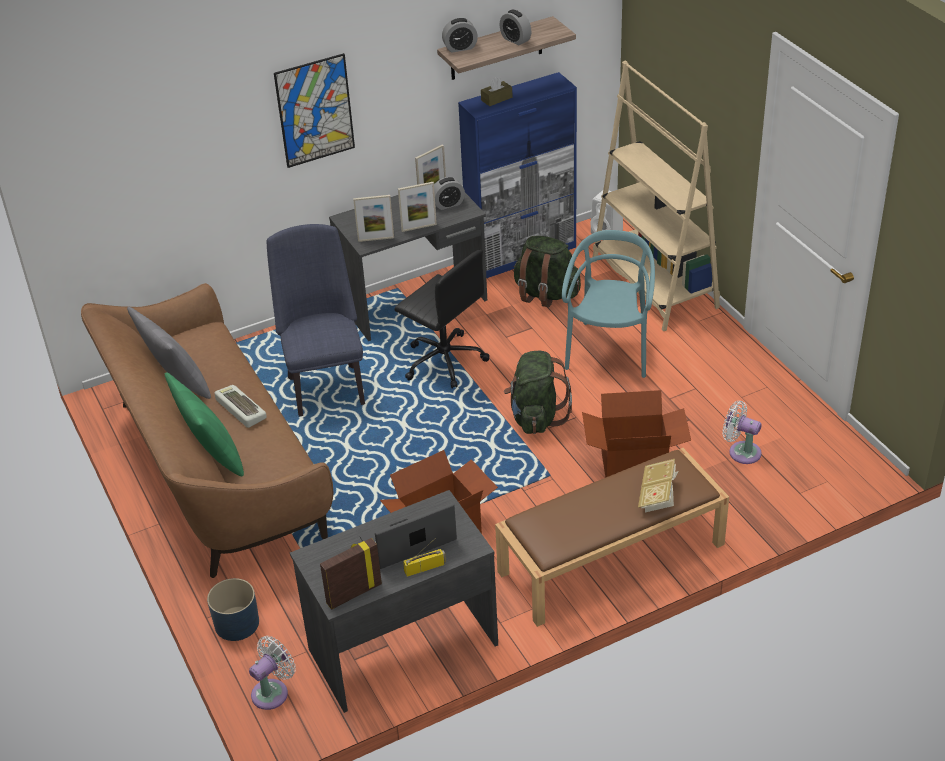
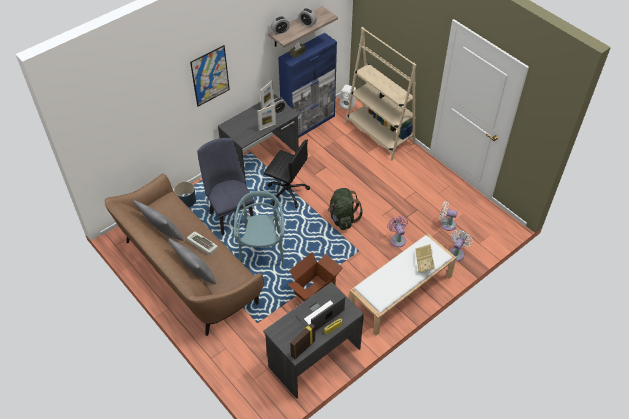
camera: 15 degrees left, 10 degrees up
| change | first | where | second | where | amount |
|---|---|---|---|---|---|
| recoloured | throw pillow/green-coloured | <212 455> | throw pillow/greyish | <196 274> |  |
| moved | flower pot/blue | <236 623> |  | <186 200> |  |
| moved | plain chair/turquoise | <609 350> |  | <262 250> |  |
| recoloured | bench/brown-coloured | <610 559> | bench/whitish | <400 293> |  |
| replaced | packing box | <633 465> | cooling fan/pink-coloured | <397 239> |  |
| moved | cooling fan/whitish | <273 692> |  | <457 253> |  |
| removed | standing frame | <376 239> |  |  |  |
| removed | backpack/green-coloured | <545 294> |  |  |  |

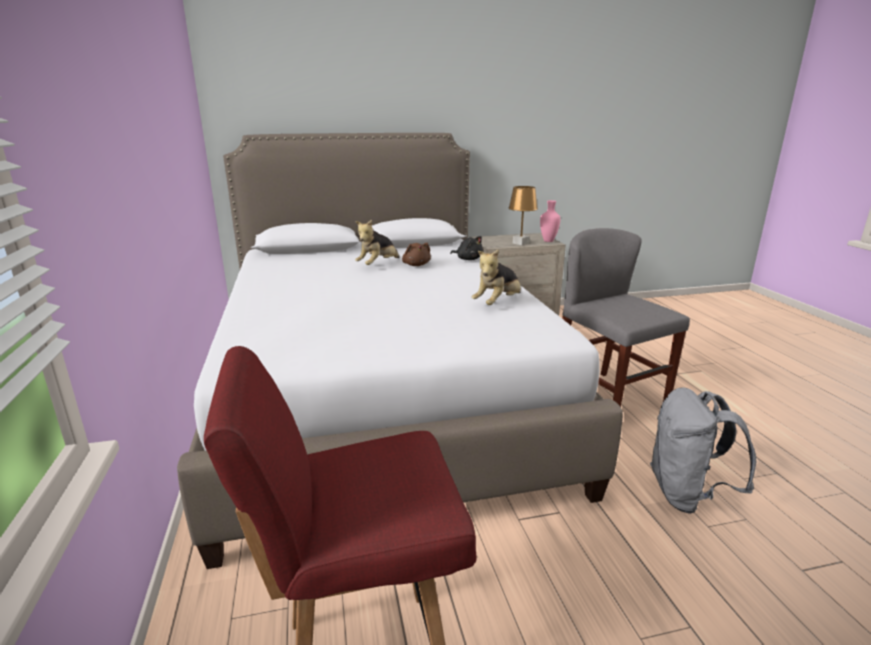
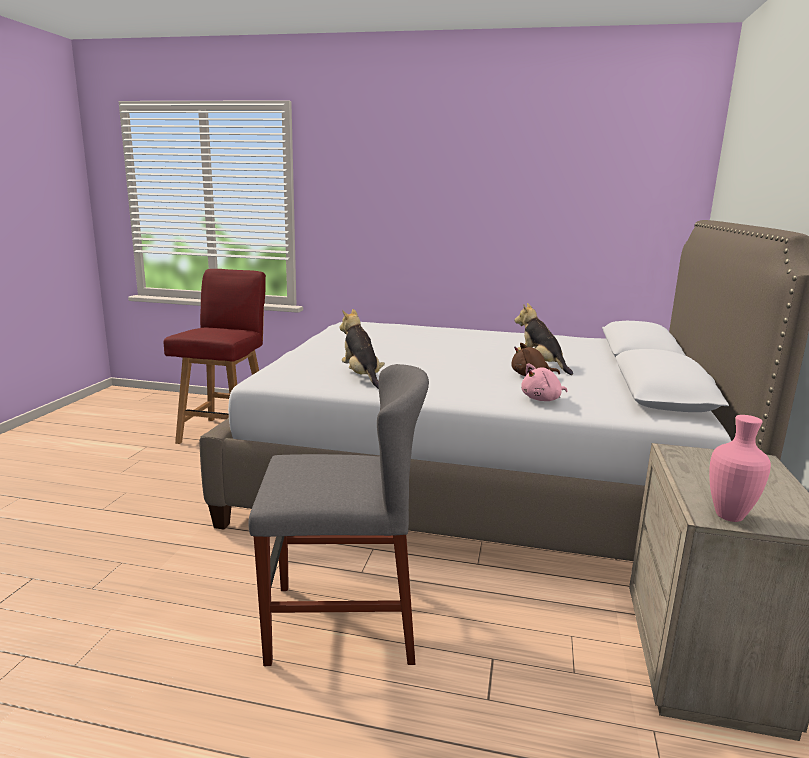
camera: 115 degrees right, 5 degrees down
| change | first | where | second | where | amount |
|---|---|---|---|---|---|
| recoloured | plush toy/black | <468 259> | plush toy/pink-coloured | <542 399> |  |
| removed | table lamp/brown-coloured | <520 243> |  |  |  |
| removed | backpack/greyish | <687 495> |  |  |  |

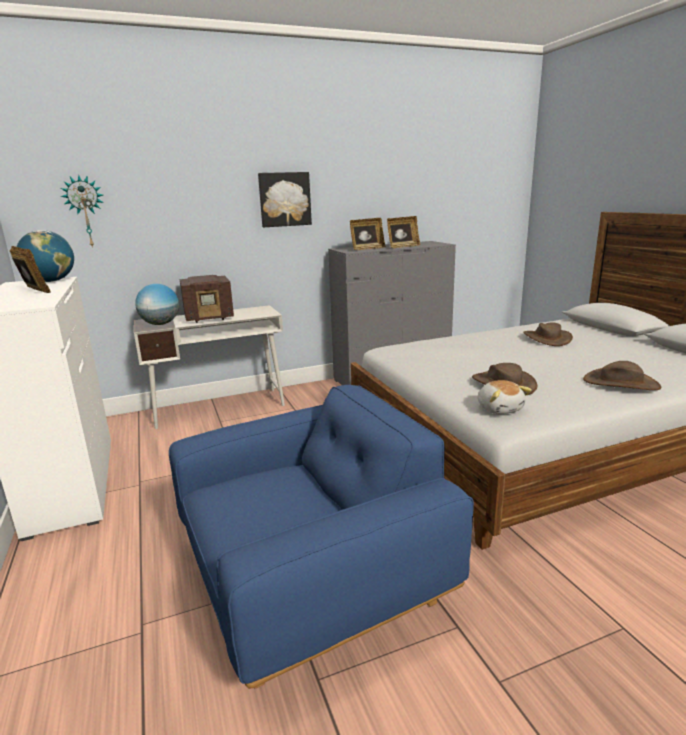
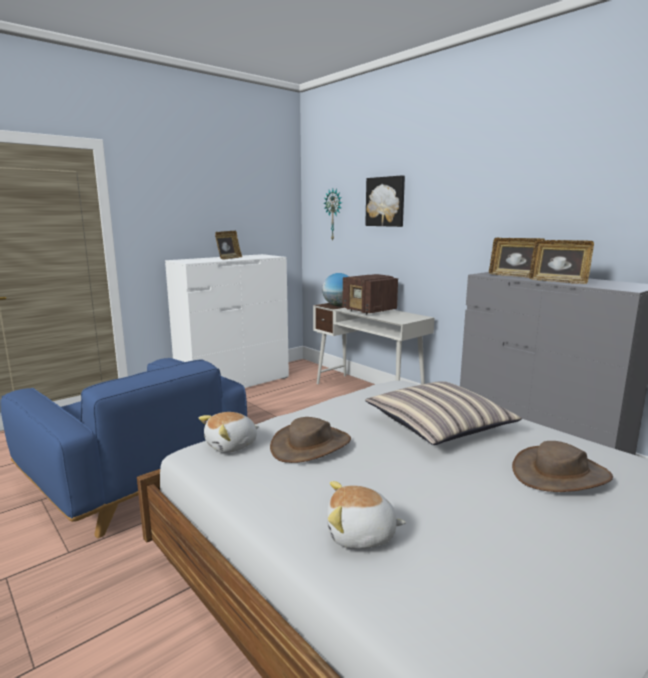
camera: 70 degrees right, 5 degrees down
| change | first | where | second | where | amount |
|---|---|---|---|---|---|
| replaced | hat/brown-coloured | <621 383> | plush toy | <361 535> |  |
| moved | wall art | <284 199> |  | <386 201> |  |
| added |  |  | throw pillow | <438 425> |  |
| removed | world globe | <51 281> |  |  |  |

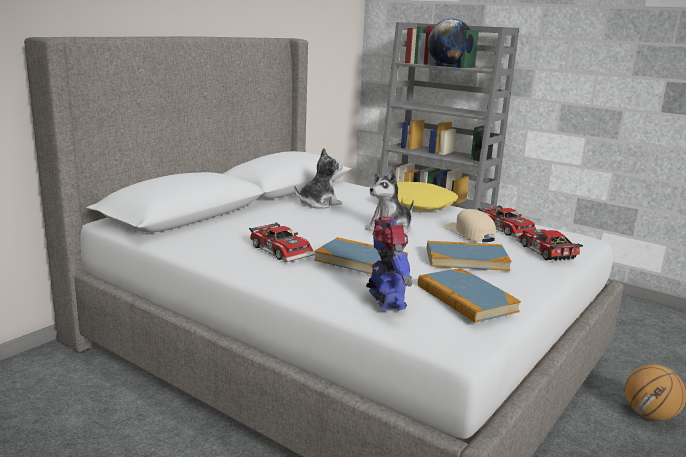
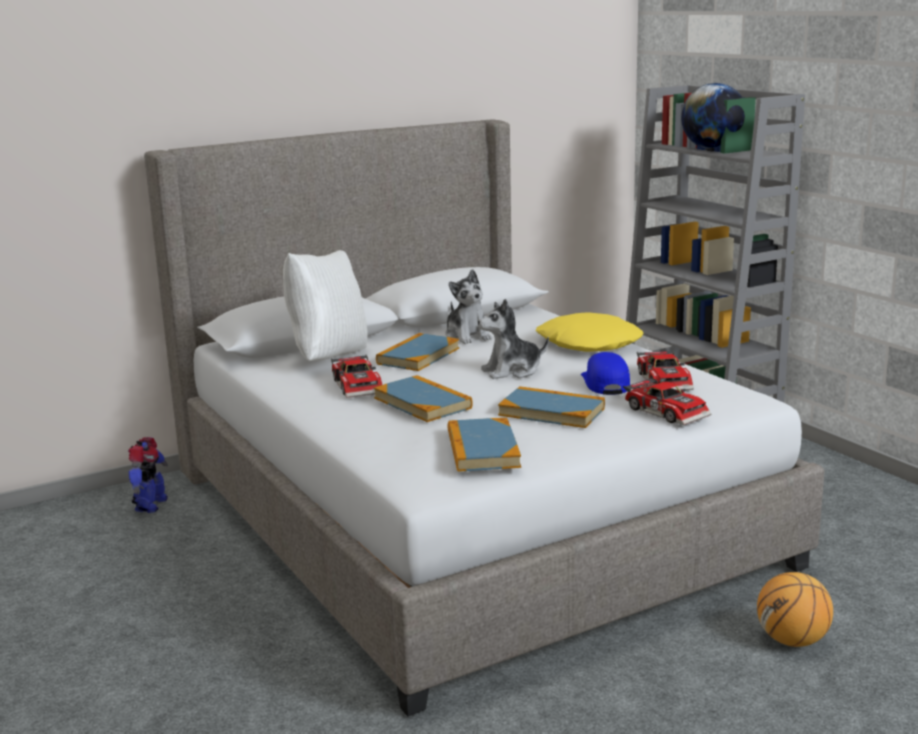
camera: 25 degrees right, 0 degrees up
| change | first | where | second | where | amount |
|---|---|---|---|---|---|
| moved | model robot | <386 301> |  | <150 505> |  |
| added |  |  | throw pillow/whitish | <327 357> |  |
| added |  |  | bound book | <418 356> |  |
| turned | plush toy | <318 204> |  | <467 336> | 75 degrees clockwise |
| recoloured | cap/beige-coloured | <469 233> | cap/blue | <605 383> |  |
| turned | model car | <545 251> |  | <668 411> | 135 degrees clockwise |

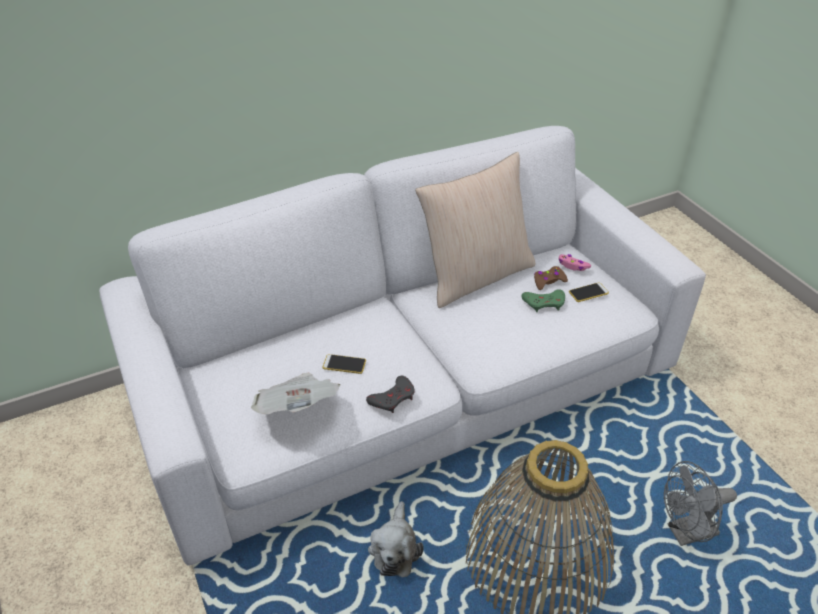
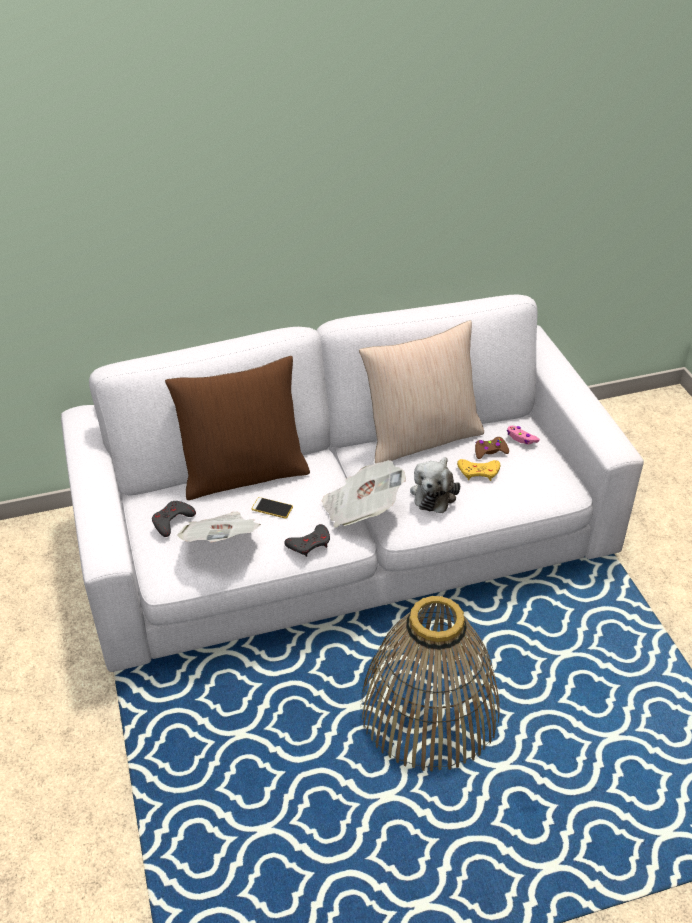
camera: 10 degrees right, 0 degrees up
| change | first | where | second | where | amount |
|---|---|---|---|---|---|
| added |  |  | joypad/greyish | <172 520> |  |
| added |  |  | throw pillow/brown-coloured | <244 473> |  |
| added |  |  | newspaper | <361 509> |  |
| moved | plush toy | <395 549> |  | <434 492> |  |
| recoloured | joypad/green-coloured | <544 303> | joypad/yellowish | <478 472> |  |
| removed | handset | <588 292> |  |  |  |
| removed | cooling fan/greyish | <685 533> |  |  |  |

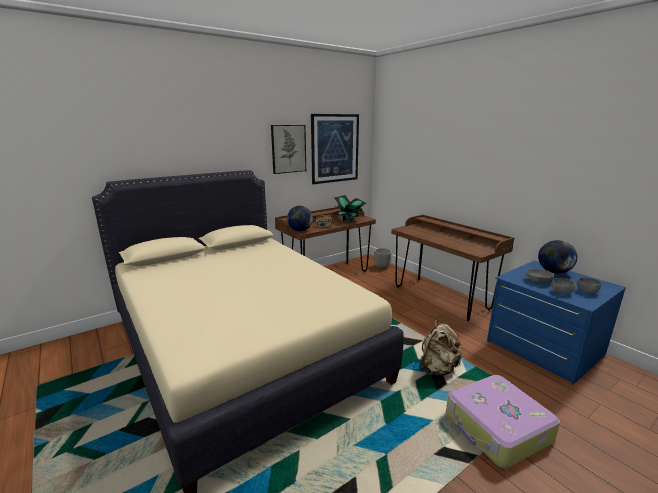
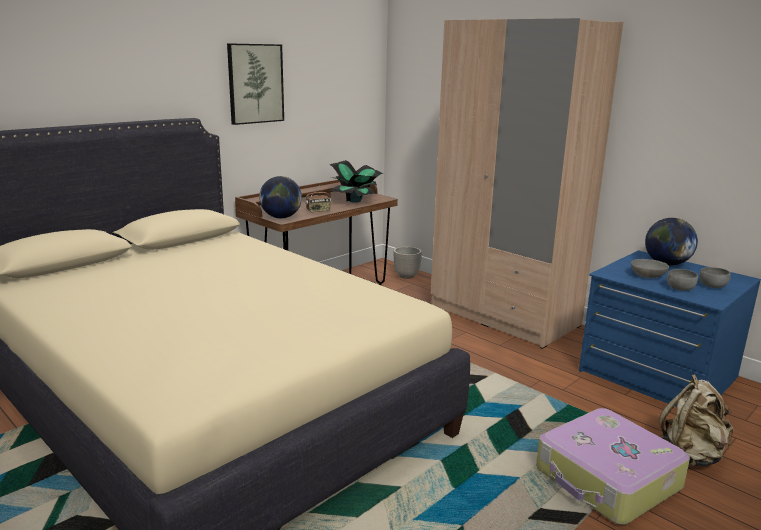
camera: 10 degrees left, 0 degrees up
| change | first | where | second | where | amount |
|---|---|---|---|---|---|
| replaced | desk table/brown-coloured | <440 297> | clothes cupboard/beige-coloured | <504 316> |  |
| moved | backpack/beige-coloured | <437 369> |  | <691 456> |  |
| removed | wall art | <335 148> |  |  |  |

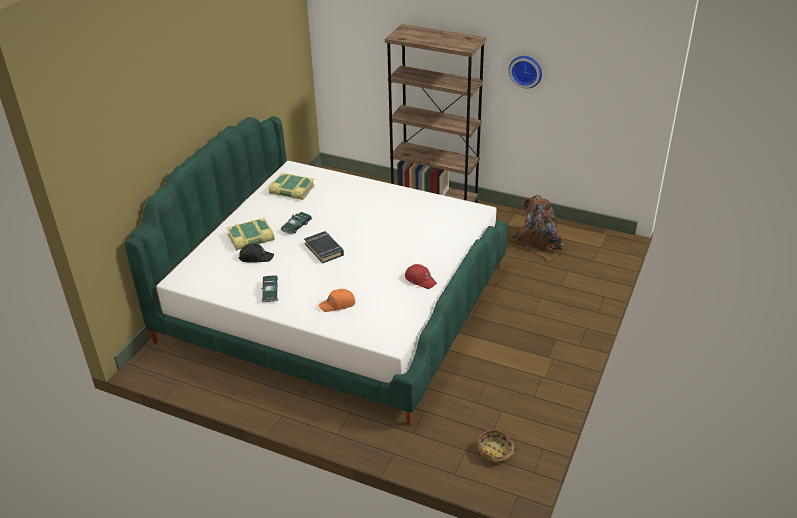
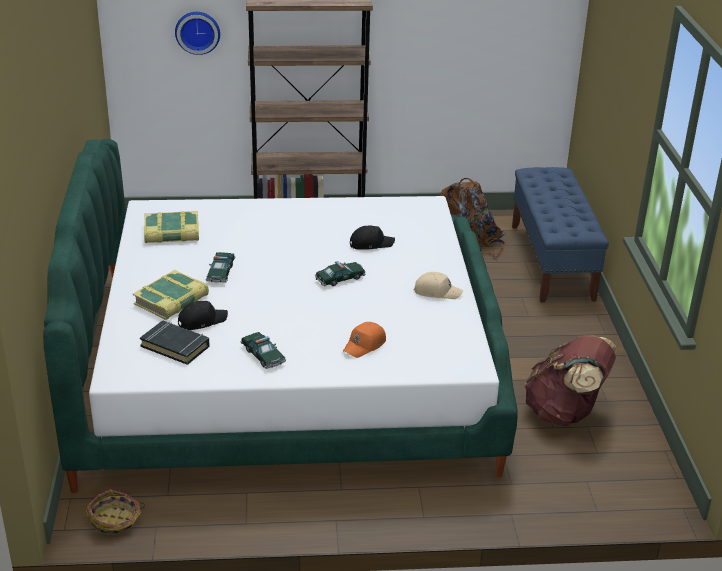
camera: 30 degrees left, 5 degrees down
| change | first | where | second | where | amount |
|---|---|---|---|---|---|
| moved | household basket | <495 452> |  | <115 520> |  |
| moved | bound book/black | <324 249> |  | <175 346> |  |
| moved | hanging clock | <526 70> |  | <197 31> |  |
| added |  |  | model car | <340 279> |  |
| added |  |  | cap/black | <370 243> |  |
| recoloured | cap/red | <420 279> | cap/beige-coloured | <437 291> |  |
| added |  |  | bench/blue | <552 262> |  |
| added |  |  | backpack/brown-coloured | <565 413> |  |

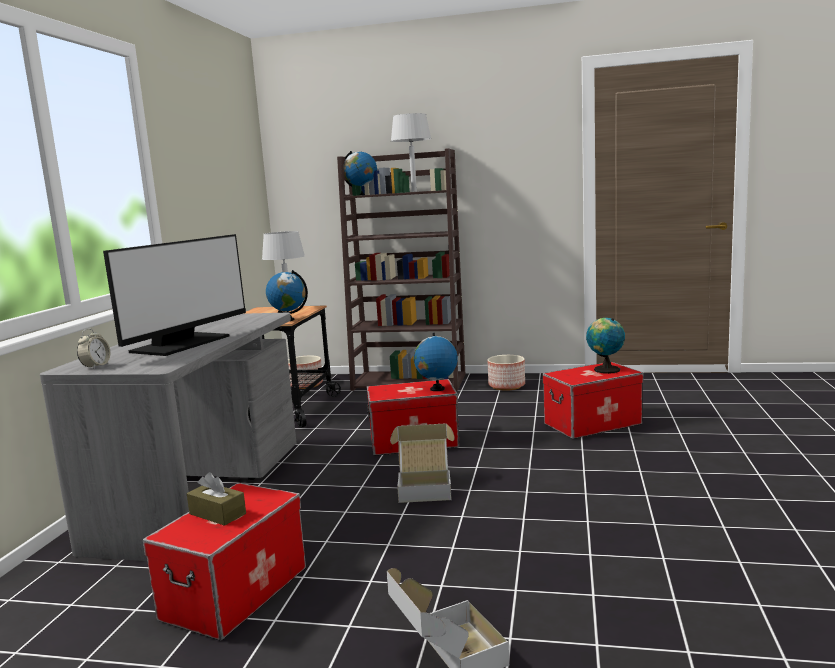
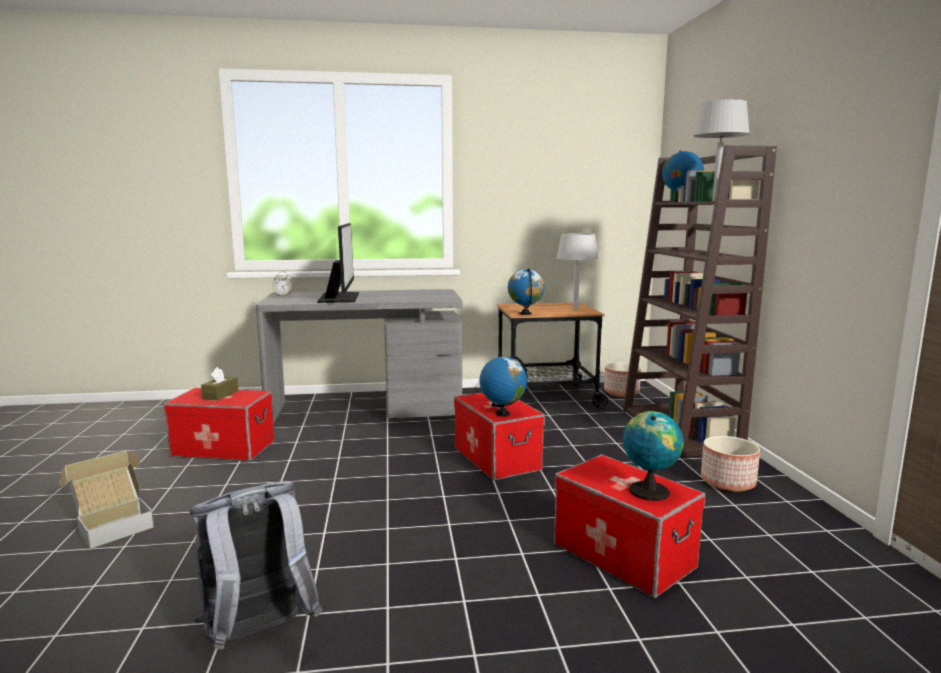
camera: 70 degrees right, 0 degrees up
| change | first | where | second | where | amount |
|---|---|---|---|---|---|
| added |  |  | backpack/greyish | <258 635> |  |
| turned | monitor | <182 344> |  | <340 298> | 105 degrees counterclockwise |
| removed | packing box | <425 487> |  |  |  |

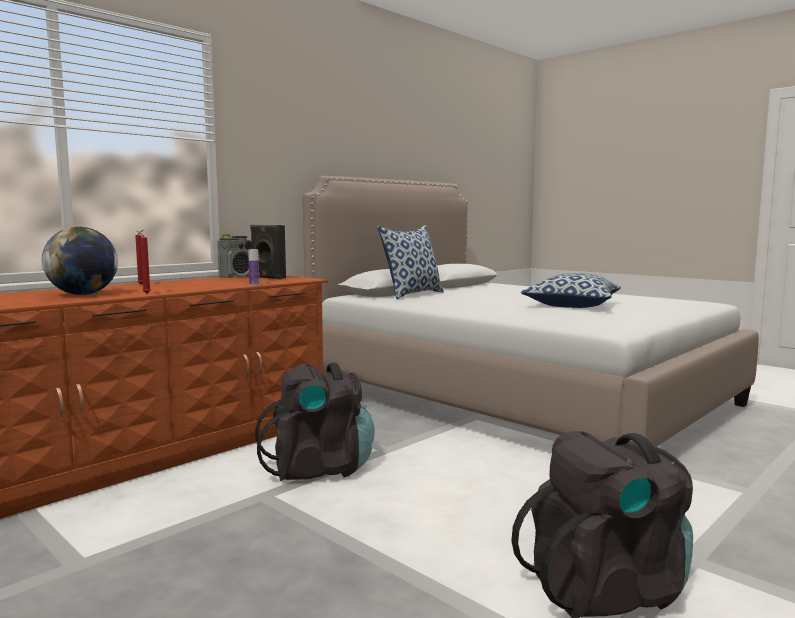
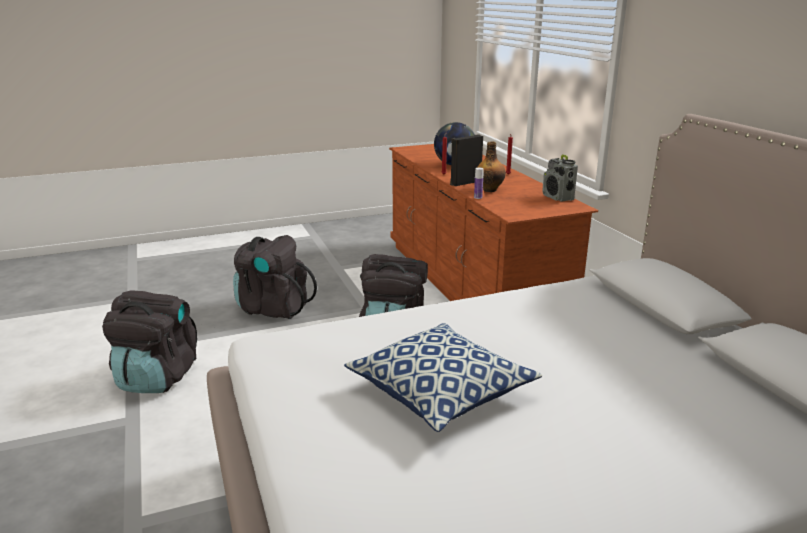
camera: 115 degrees right, 15 degrees up
| change | first | where | second | where | amount |
|---|---|---|---|---|---|
| added |  |  | backpack/black | <273 308> |  |
| moved | audio speaker/black | <267 278> |  | <465 183> |  |
| added |  |  | bottle | <489 189> |  |
| removed | throw pillow | <412 294> |  |  |  |

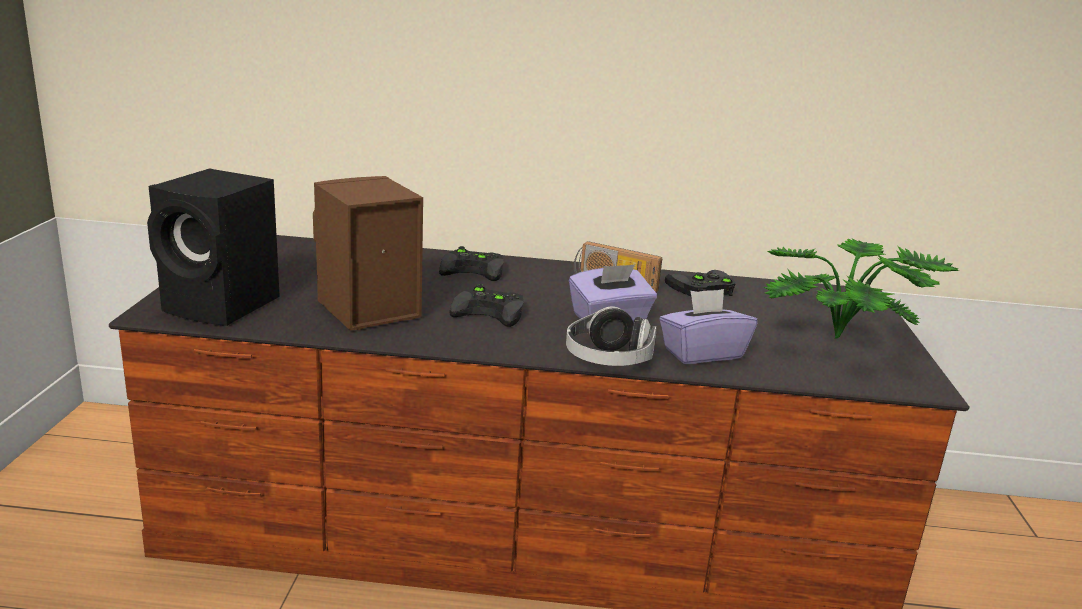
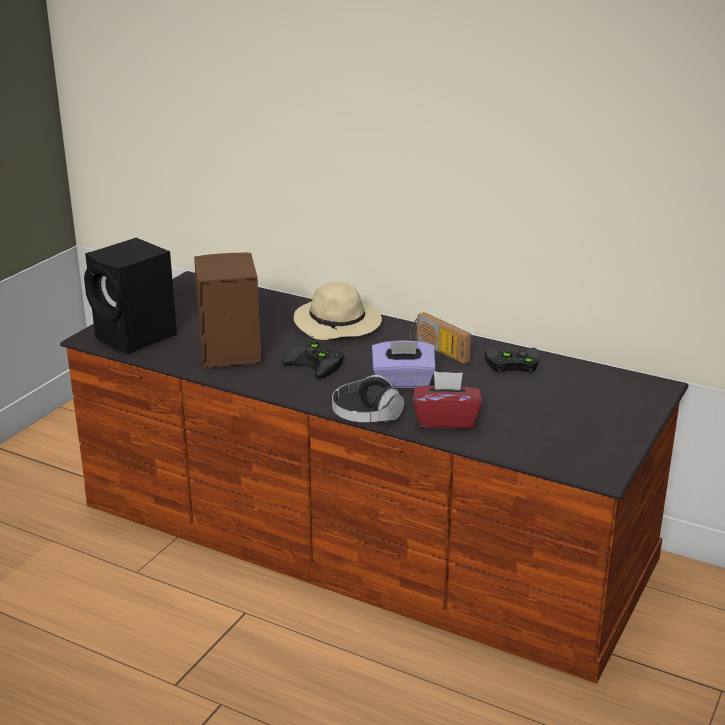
camera: 25 degrees right, 5 degrees up
| change | first | where | second | where | amount |
|---|---|---|---|---|---|
| replaced | joypad/black | <475 269> | hat/beige-coloured | <338 325> |  |
| recoloured | tissue box/purple-coloured | <702 353> | tissue box/red | <446 420> |  |
| removed | houseplant | <843 342> |  |  |  |

